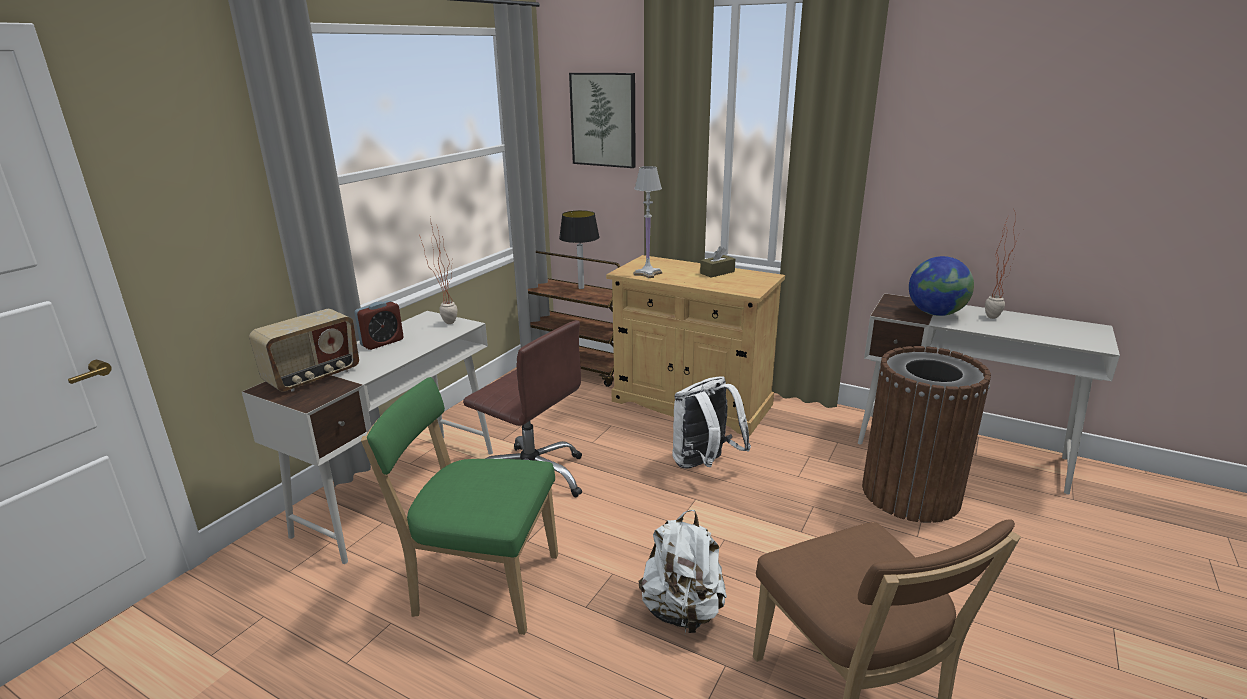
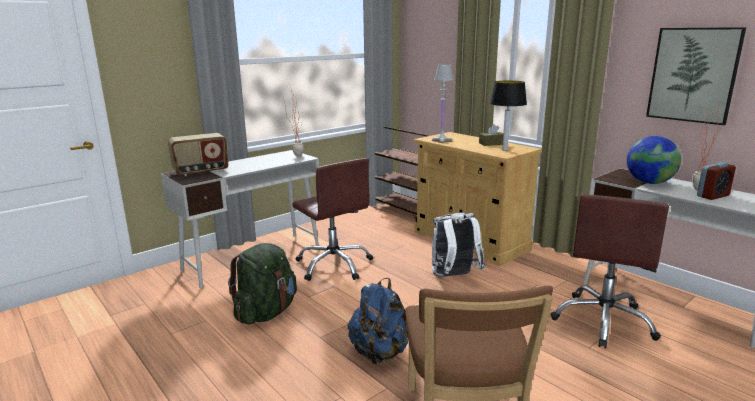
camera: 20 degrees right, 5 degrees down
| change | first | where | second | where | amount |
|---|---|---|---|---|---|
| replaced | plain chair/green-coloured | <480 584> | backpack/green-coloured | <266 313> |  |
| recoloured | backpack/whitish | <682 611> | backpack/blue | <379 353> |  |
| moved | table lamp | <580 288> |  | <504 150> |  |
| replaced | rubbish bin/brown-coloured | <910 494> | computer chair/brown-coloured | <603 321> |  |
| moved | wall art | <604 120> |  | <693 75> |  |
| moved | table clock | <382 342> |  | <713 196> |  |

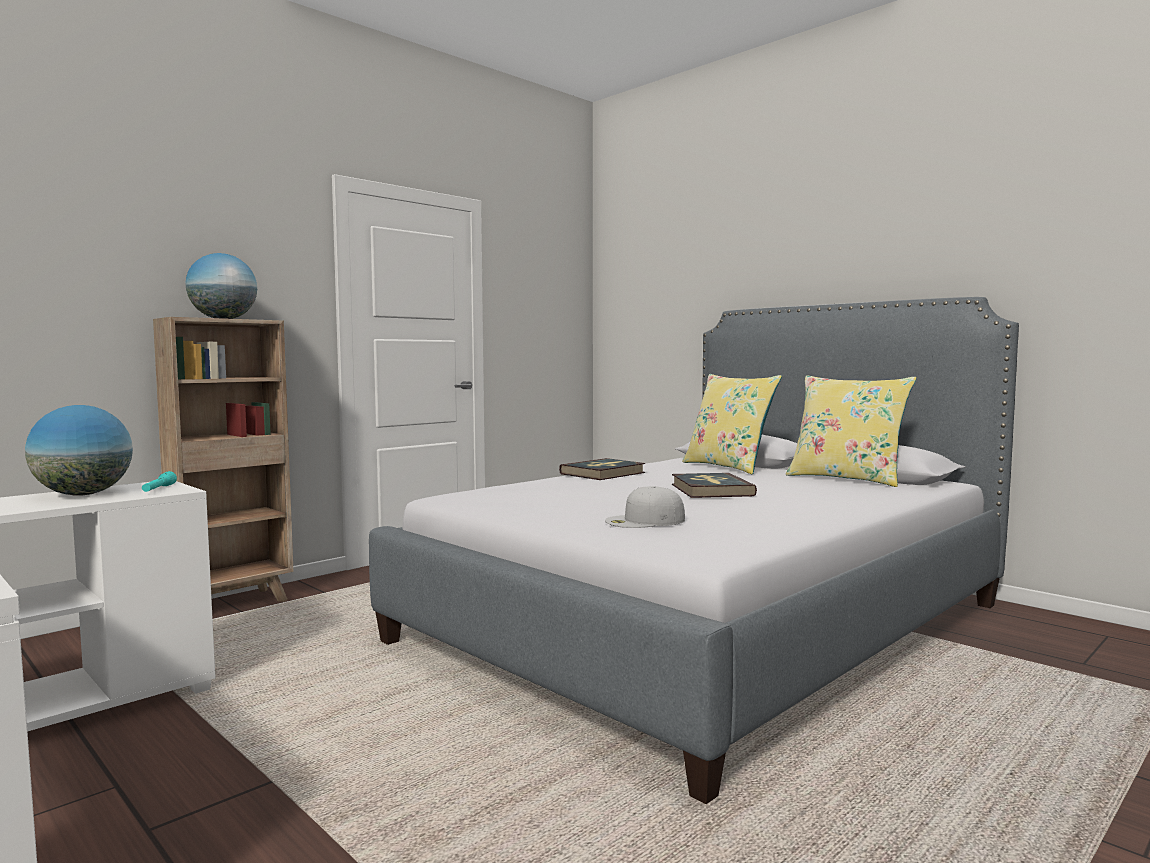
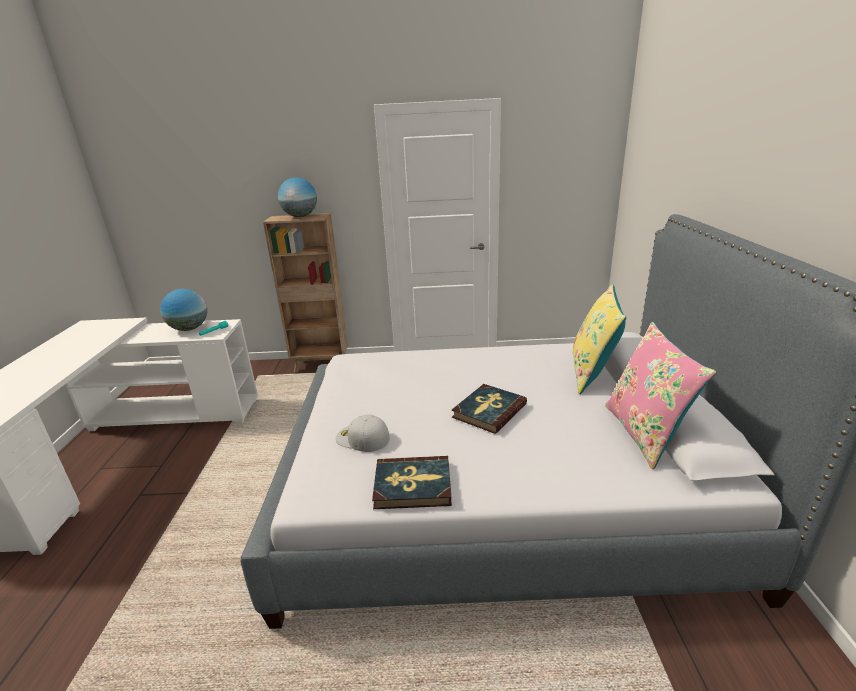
camera: 45 degrees right, 20 degrees up
| change | first | where | second | where | amount |
|---|---|---|---|---|---|
| moved | bound book | <603 473> |  | <412 485> |  |
| recoloured | throw pillow/yellowish | <847 479> | throw pillow/pink-coloured | <645 433> |  |

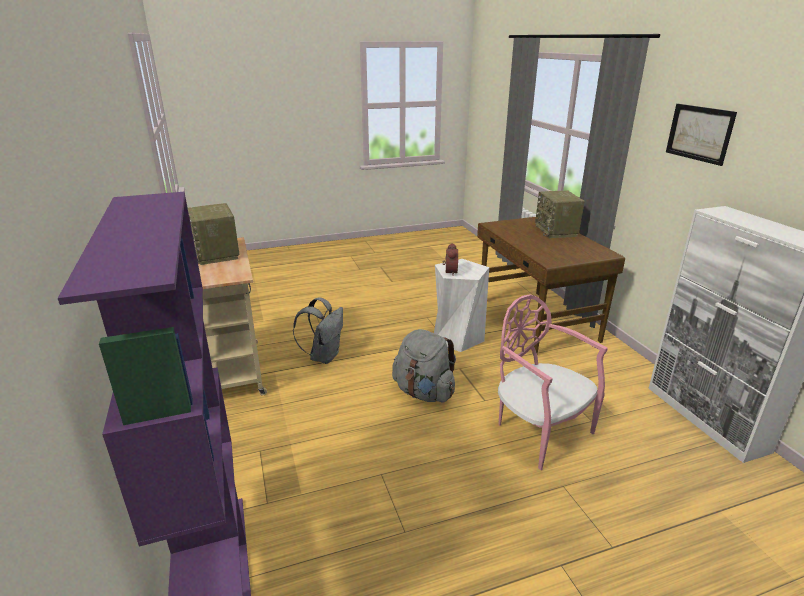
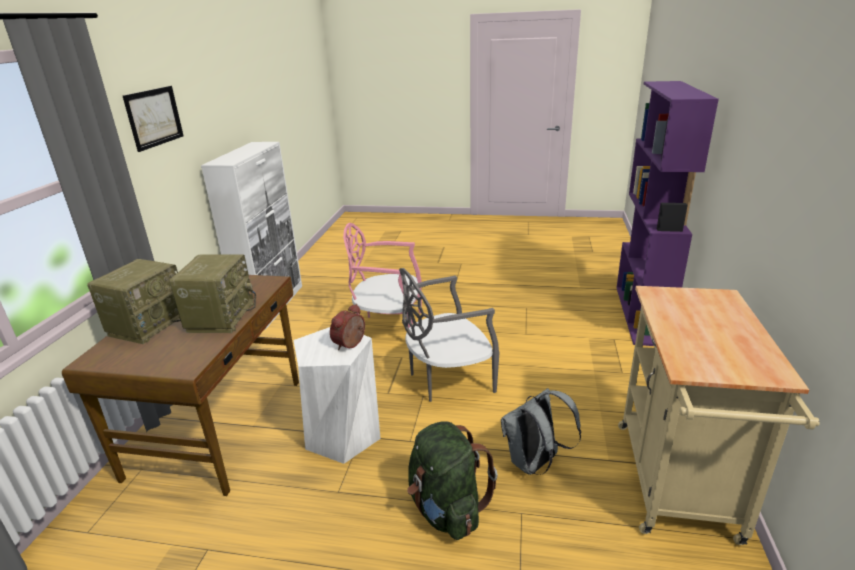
camera: 150 degrees left, 0 degrees up
| change | first | where | second | where | amount |
|---|---|---|---|---|---|
| moved | radio | <217 254> |  | <220 317> |  |
| turned | plain chair/pink-coloured | <539 430> |  | <389 327> | 105 degrees clockwise |
| replaced | backpack/greyish | <424 392> | plain chair/greyish | <447 379> |  |
| added |  |  | backpack/green-coloured | <446 509> |  |

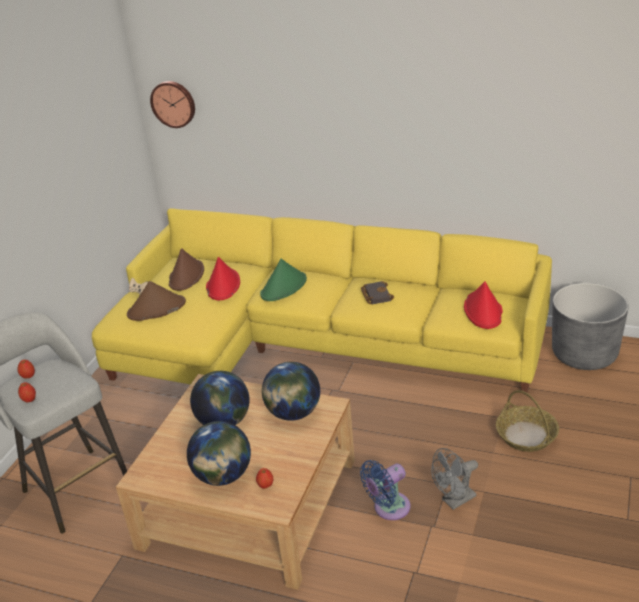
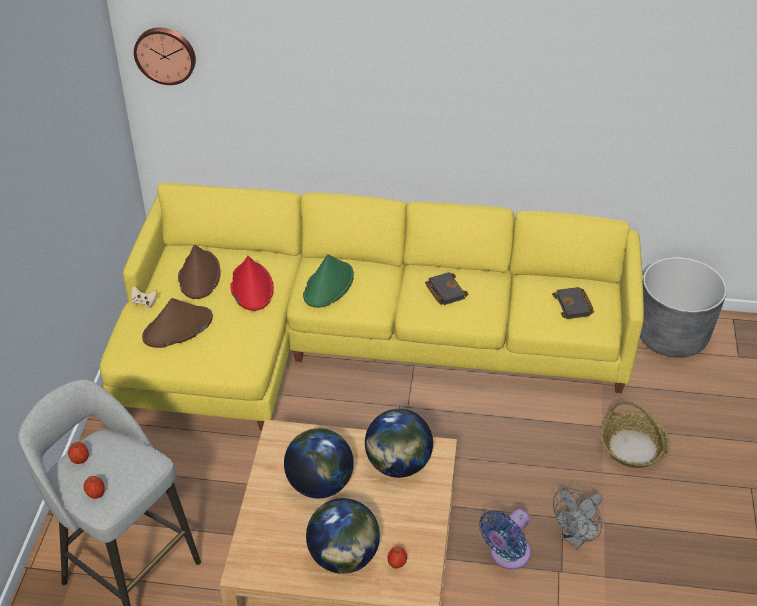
camera: 15 degrees left, 10 degrees up
| change | first | where | second | where | amount |
|---|---|---|---|---|---|
| replaced | hat/red | <483 311> | bound book/black | <574 306> |  |

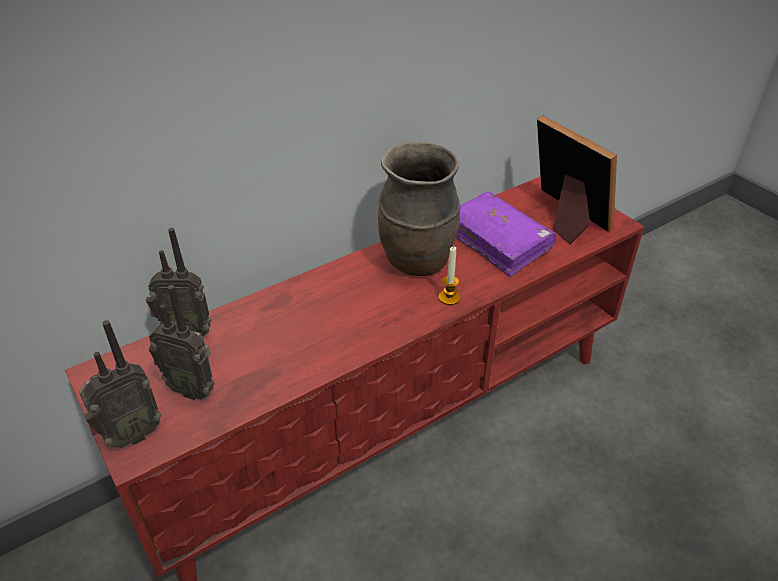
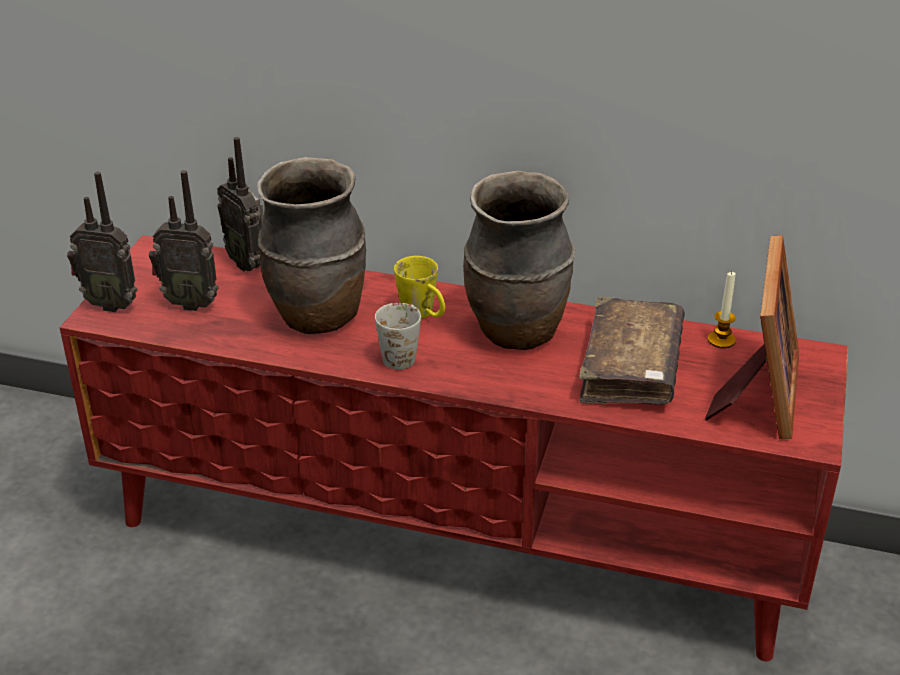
camera: 50 degrees right, 5 degrees down
| change | first | where | second | where | amount |
|---|---|---|---|---|---|
| turned | radio | <193 388> |  | <190 302> | 60 degrees counterclockwise |
| added |  |  | flower vase/brown-coloured | <317 317> |  |
| added |  |  | tea mug/whitish | <402 353> |  |
| added |  |  | tea mug/yellowish | <424 315> |  |
| recoloured | bound book/purple-coloured | <498 242> | bound book/brown-coloured | <631 367> |  |
| moved | wax light | <449 298> |  | <721 340> |  |

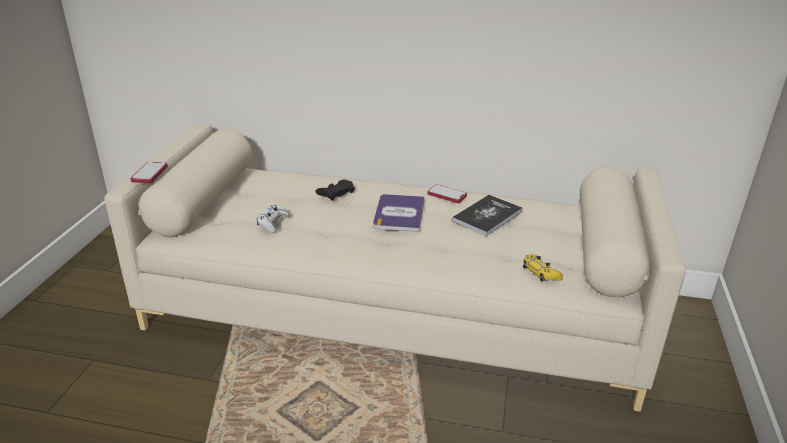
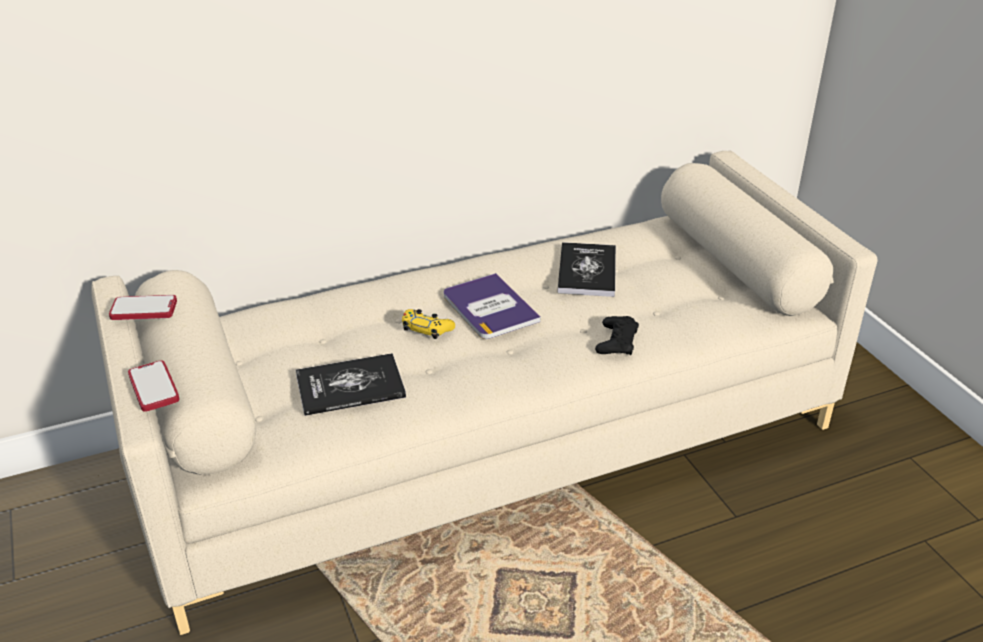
camera: 35 degrees left, 5 degrees up
| change | first | where | second | where | amount |
|---|---|---|---|---|---|
| moved | handset | <447 195> |  | <144 309> |  |
| replaced | joypad/whitish | <273 223> | bound book | <350 386> |  |
| moved | joypad/yellowish | <541 273> |  | <427 328> |  |
| moved | joypad/black | <336 193> |  | <616 341> |  |

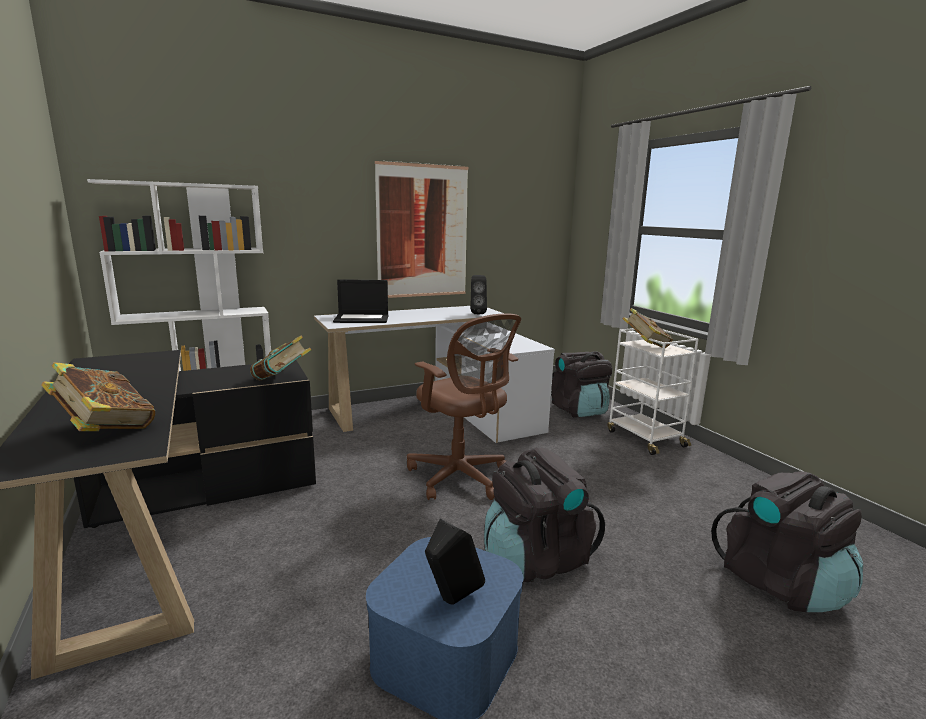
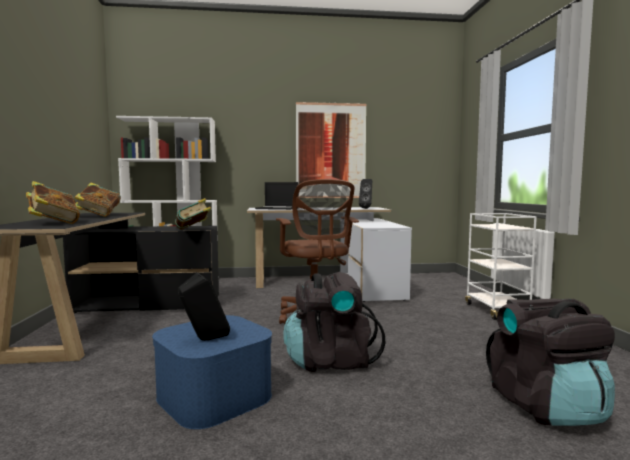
camera: 20 degrees right, 10 degrees down
| change | first | where | second | where | amount |
|---|---|---|---|---|---|
| moved | bound book | <645 346> |  | <98 215> |  |
| removed | backpack/black | <579 410> |  |  |  |

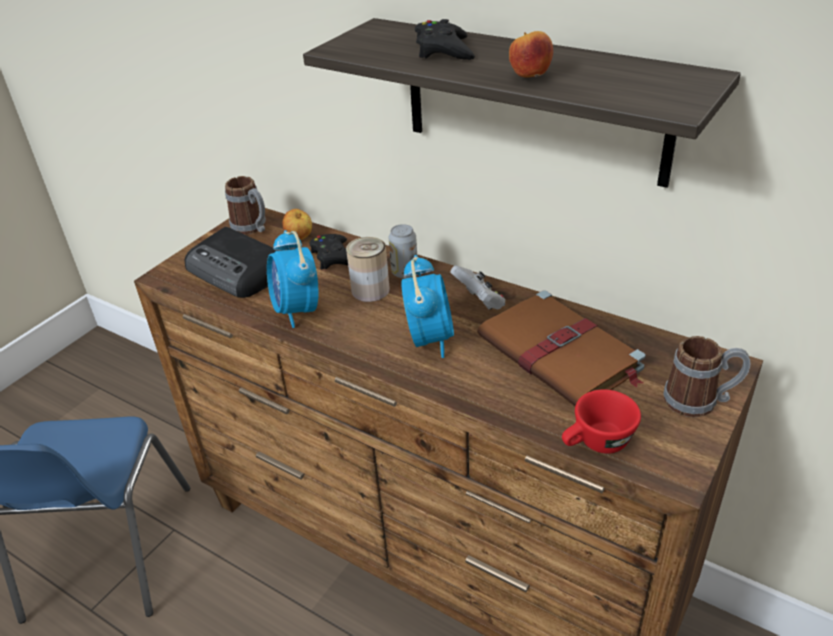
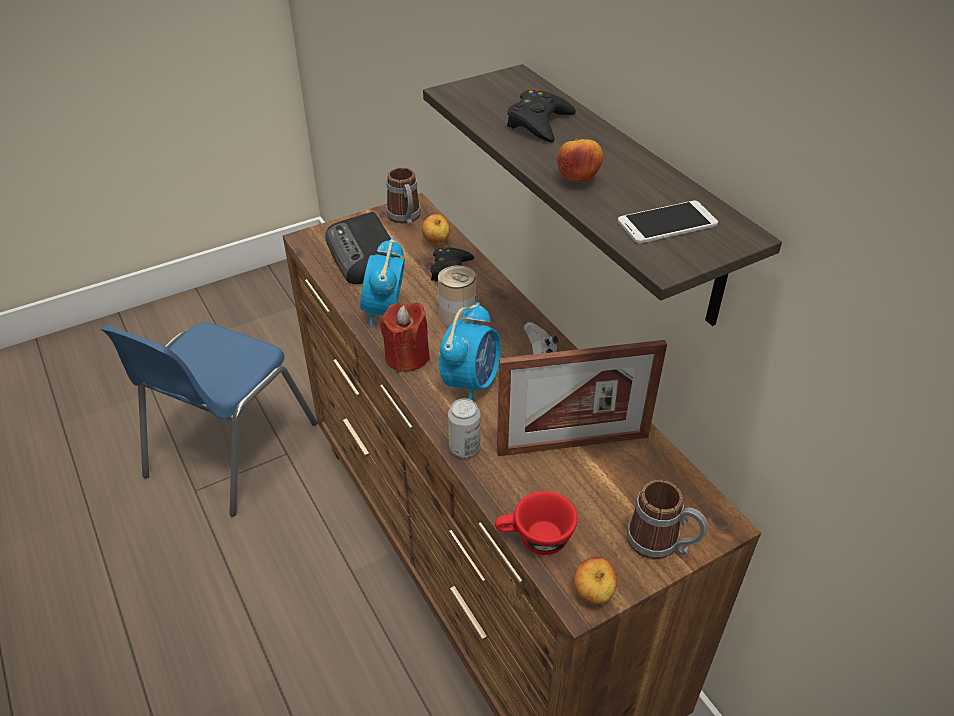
camera: 25 degrees right, 5 degrees up
| change | first | where | second | where | amount |
|---|---|---|---|---|---|
| added |  |  | wax light/red | <407 357> |  |
| moved | metal can | <404 272> |  | <464 448> |  |
| replaced | bound book/brown-coloured | <561 354> | standing frame | <573 444> |  |
| added |  |  | whole apple | <593 594> |  |
| added |  |  | handset | <667 223> |  |

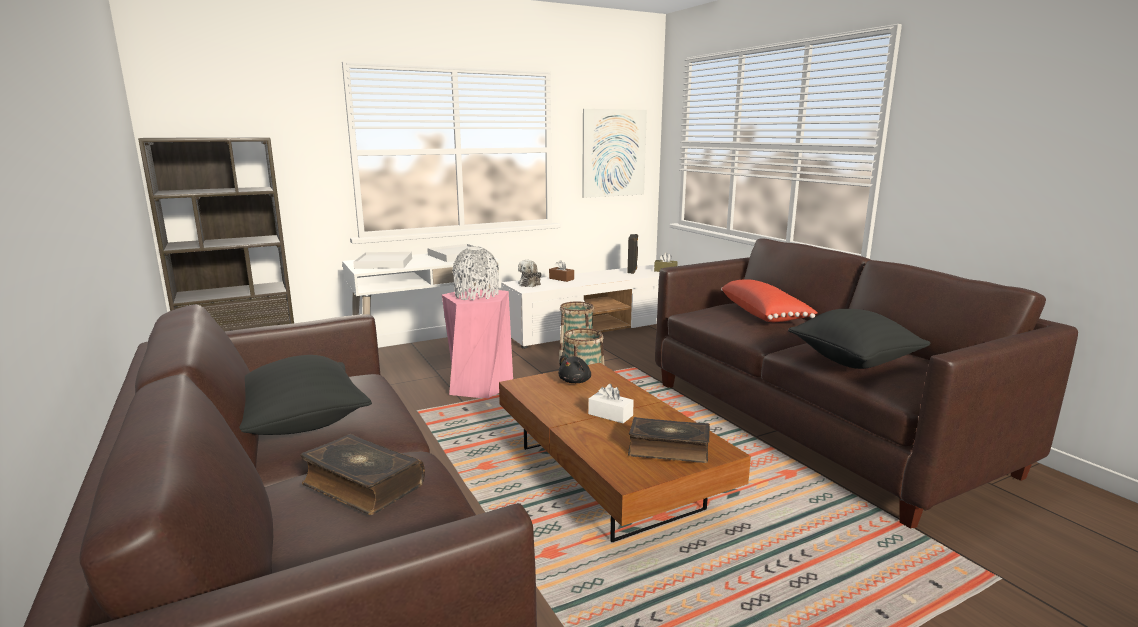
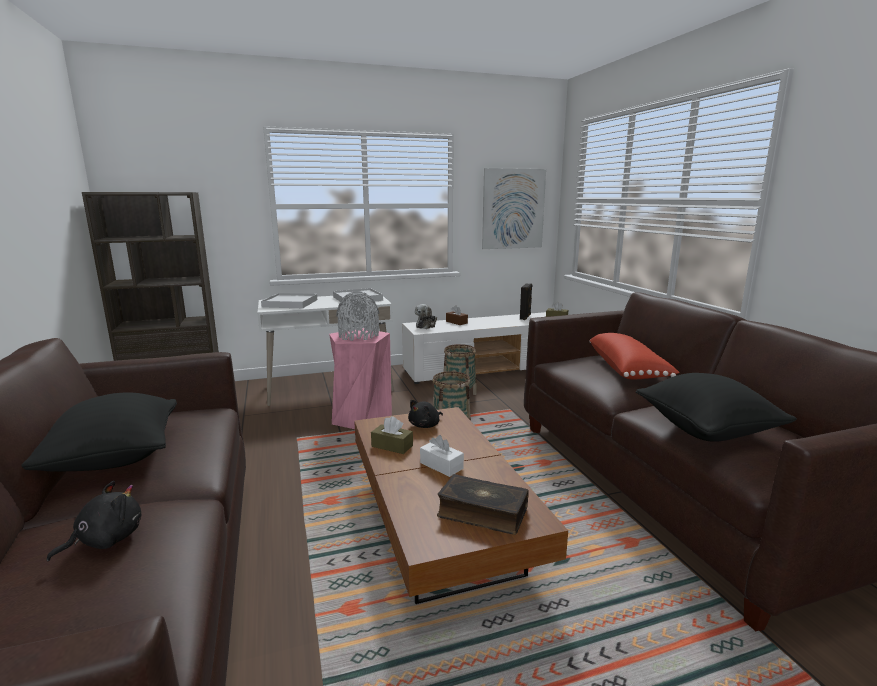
camera: 10 degrees right, 0 degrees up
| change | first | where | second | where | amount |
|---|---|---|---|---|---|
| replaced | bound book | <362 485> | plush toy/black | <106 540> |  |
| added |  |  | tissue box/brown-coloured | <392 446> |  |

